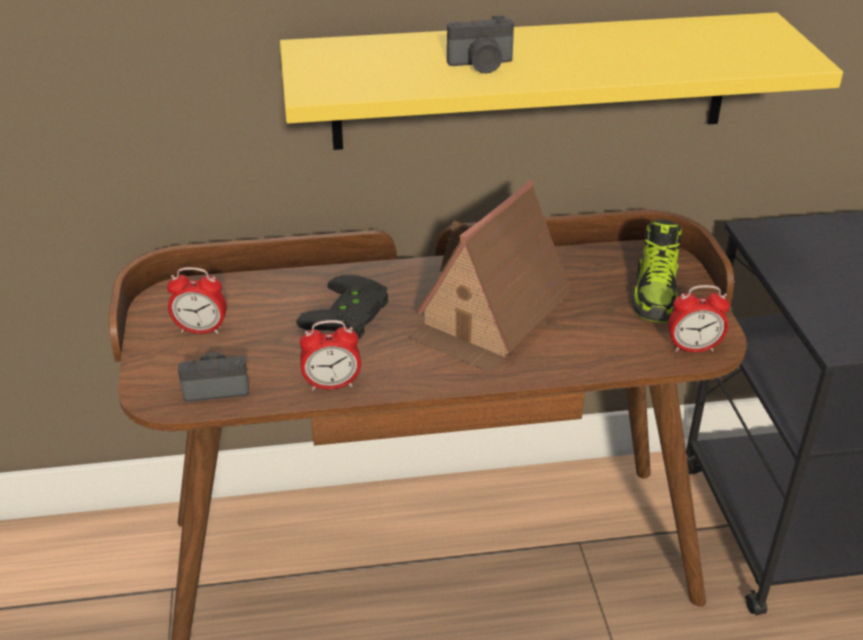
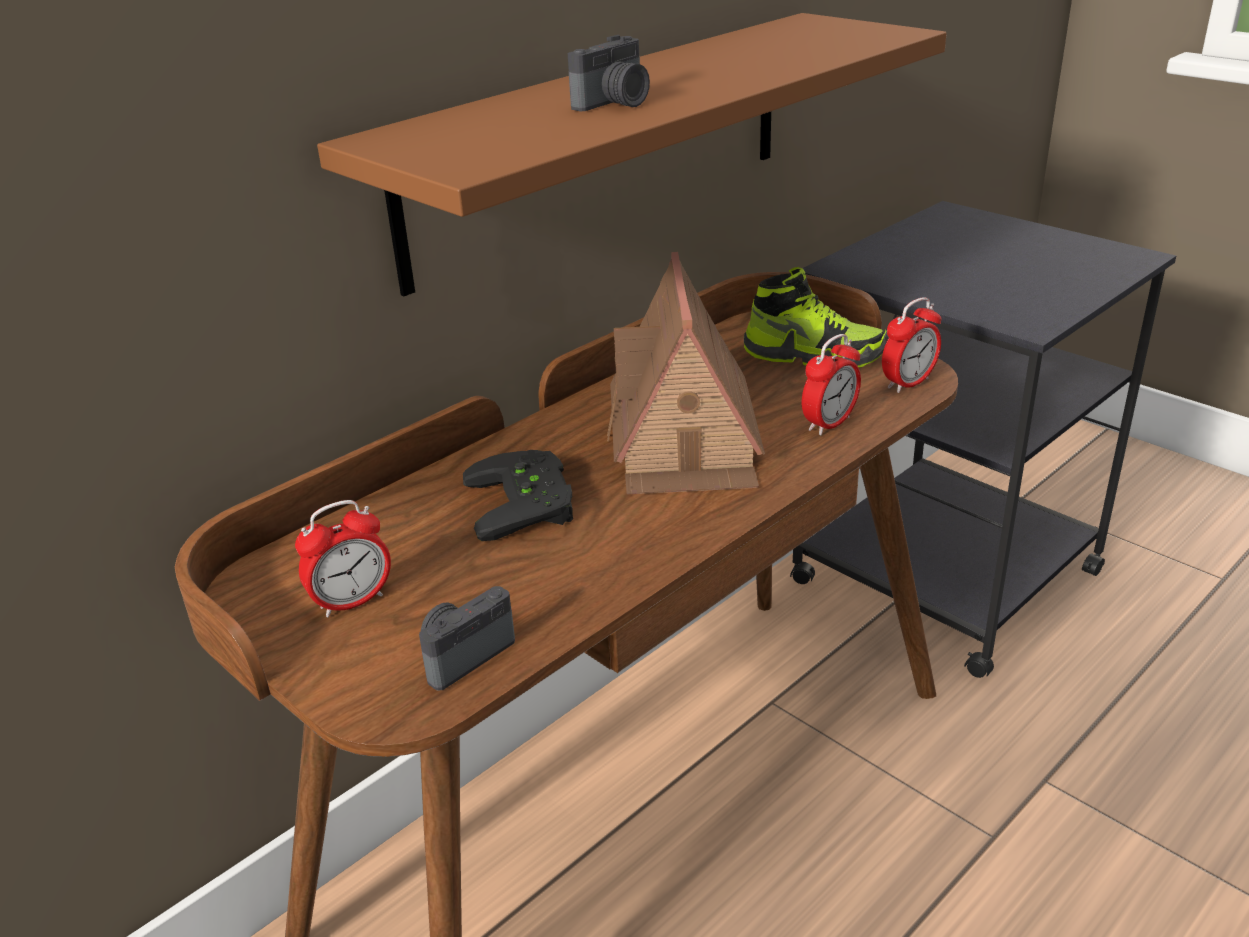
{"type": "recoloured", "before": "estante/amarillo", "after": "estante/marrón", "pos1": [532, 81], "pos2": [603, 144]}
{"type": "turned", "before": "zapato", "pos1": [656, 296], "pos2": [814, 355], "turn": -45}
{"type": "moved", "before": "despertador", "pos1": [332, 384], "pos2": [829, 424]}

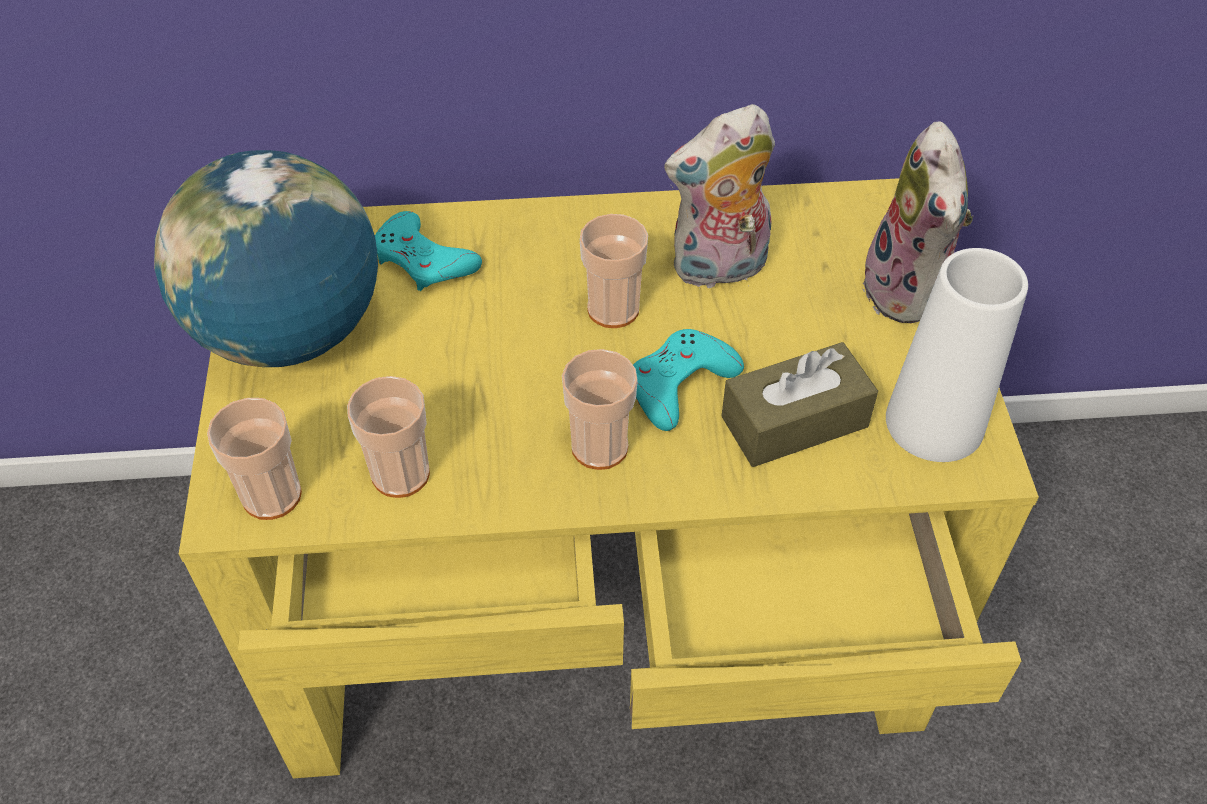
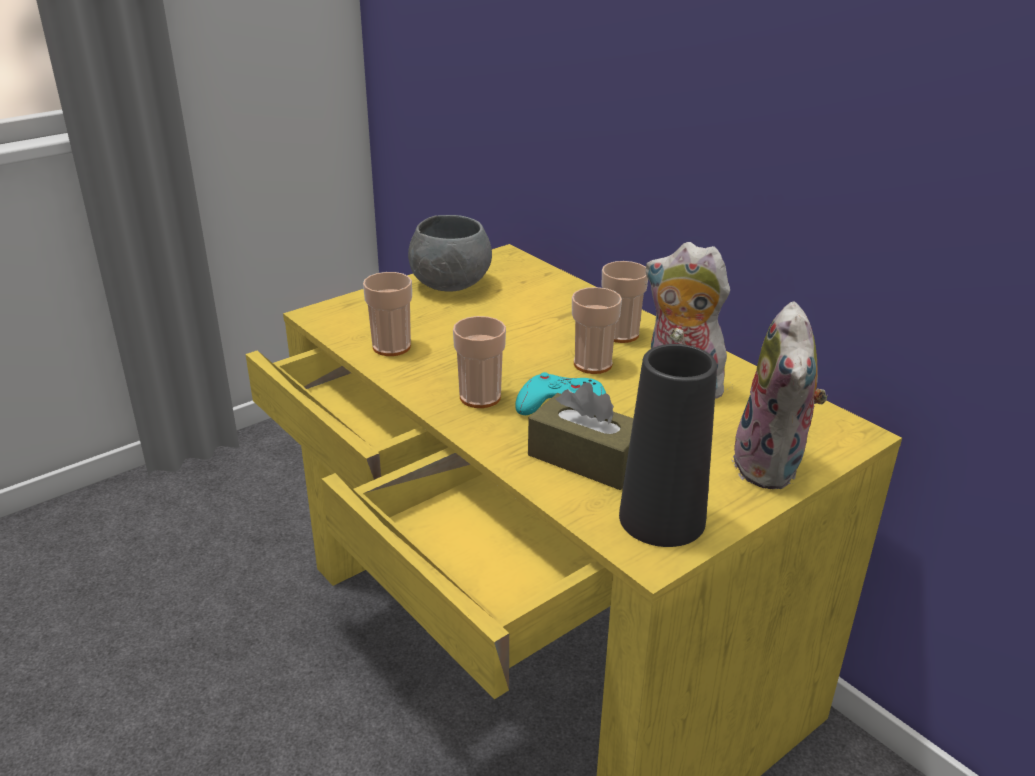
{"type": "turned", "before": "peluche", "pos1": [908, 292], "pos2": [772, 467], "turn": -45}
{"type": "replaced", "before": "globo terráqueo", "after": "cuenco/gris", "pos1": [289, 332], "pos2": [450, 285]}
{"type": "removed", "before": "mando de consola/turquesa", "pos1": [423, 260]}
{"type": "recoloured", "before": "florero/blanco", "after": "florero/negro", "pos1": [934, 422], "pos2": [662, 519]}
{"type": "moved", "before": "taza", "pos1": [272, 495], "pos2": [620, 334]}

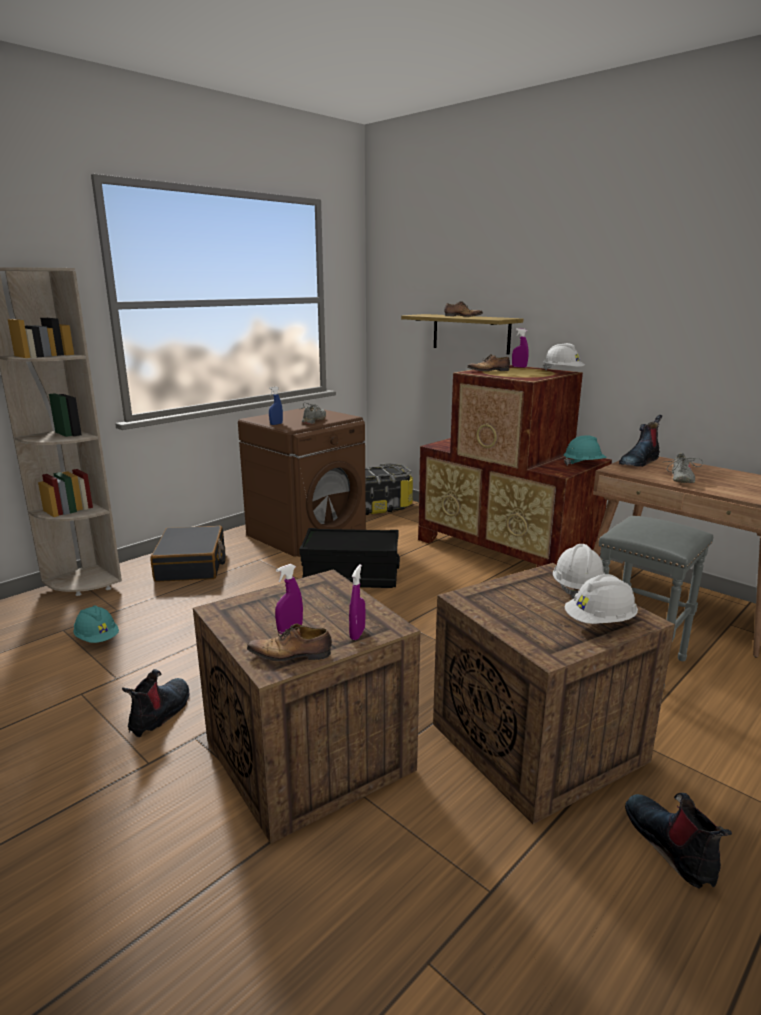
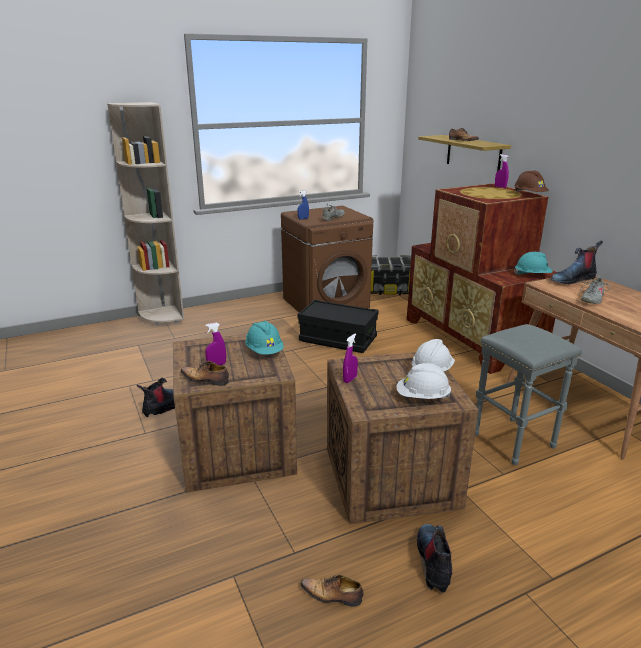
{"type": "recoloured", "before": "casco/blanco", "after": "casco/marrón", "pos1": [562, 372], "pos2": [529, 195]}
{"type": "moved", "before": "zapato", "pos1": [489, 371], "pos2": [332, 595]}
{"type": "removed", "before": "maleta/negro", "pos1": [191, 565]}
{"type": "moved", "before": "pulverizador/morado", "pos1": [357, 634], "pos2": [350, 379]}
{"type": "moved", "before": "casco/turquesa", "pos1": [97, 638], "pos2": [264, 351]}

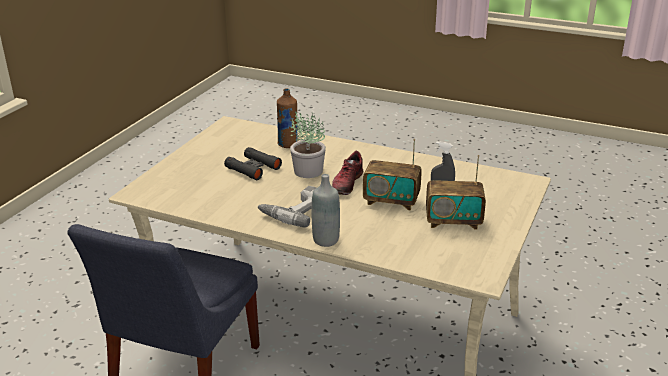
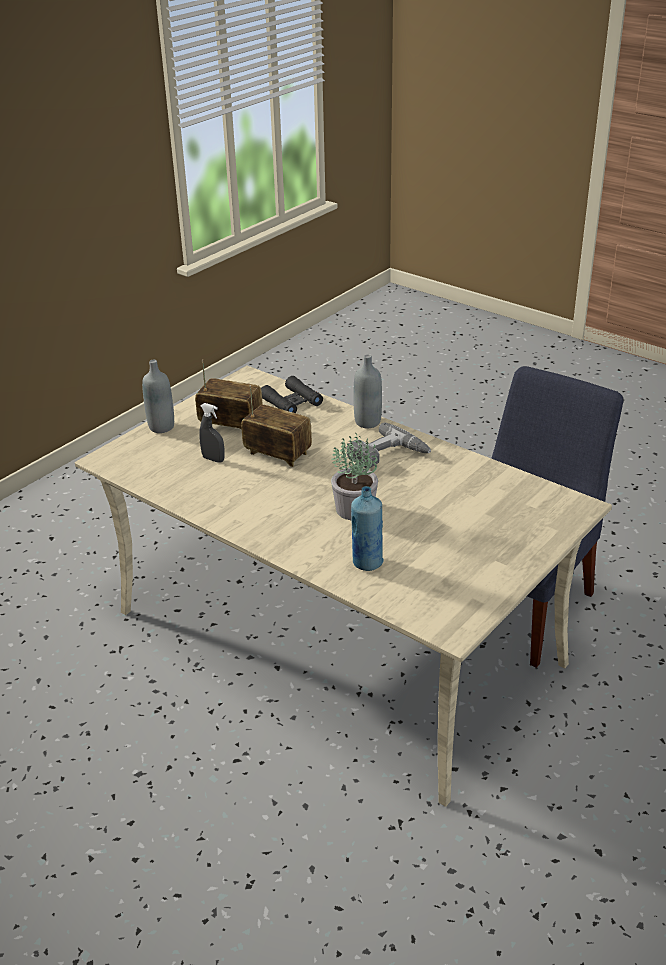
{"type": "recoloured", "before": "botella/marrón", "after": "botella/azul", "pos1": [288, 144], "pos2": [367, 562]}
{"type": "moved", "before": "prismáticos/negro", "pos1": [253, 168], "pos2": [291, 402]}
{"type": "removed", "before": "zapato", "pos1": [346, 183]}
{"type": "added", "after": "botella/gris", "pos2": [161, 427]}

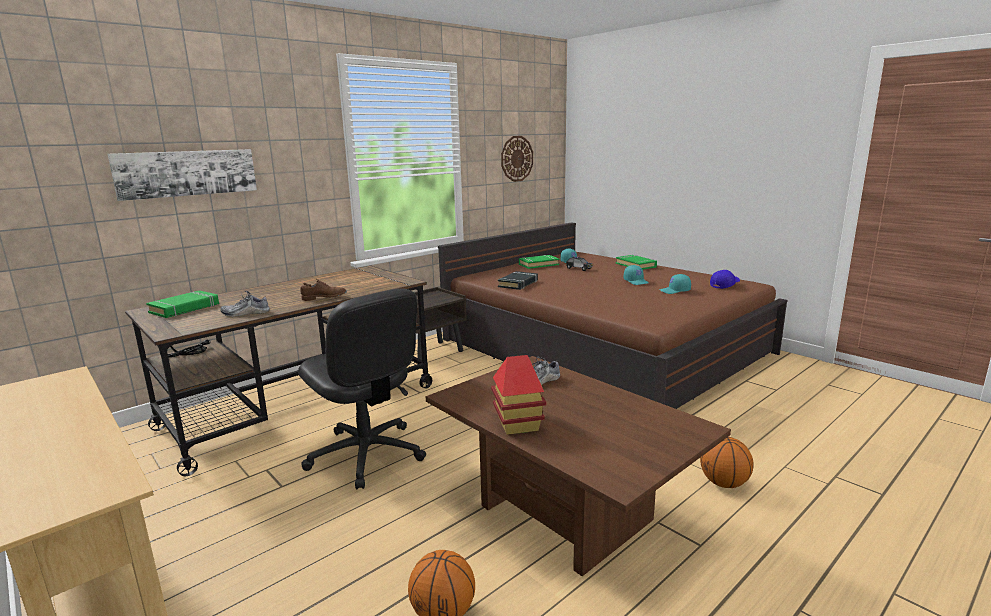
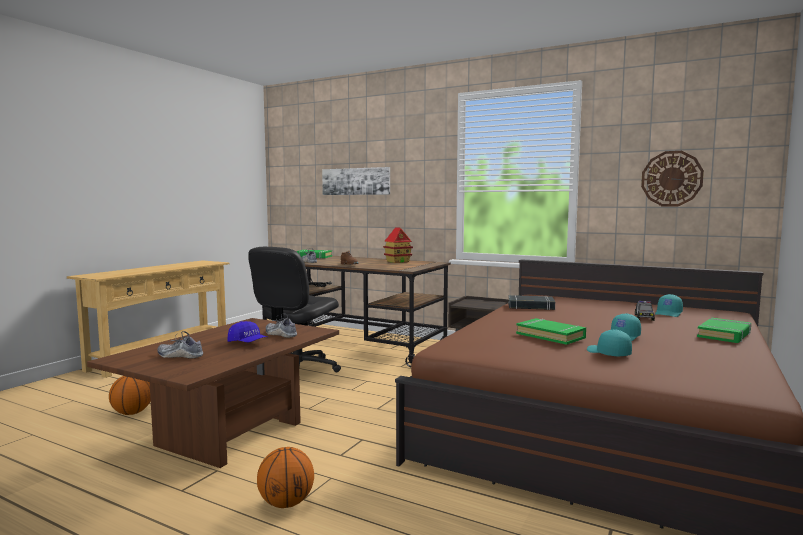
{"type": "moved", "before": "libro/verde", "pos1": [538, 264], "pos2": [550, 336]}
{"type": "moved", "before": "gorra/azul", "pos1": [724, 285], "pos2": [248, 343]}
{"type": "moved", "before": "casita", "pos1": [518, 424], "pos2": [398, 261]}
{"type": "added", "after": "zapato", "pos2": [180, 355]}

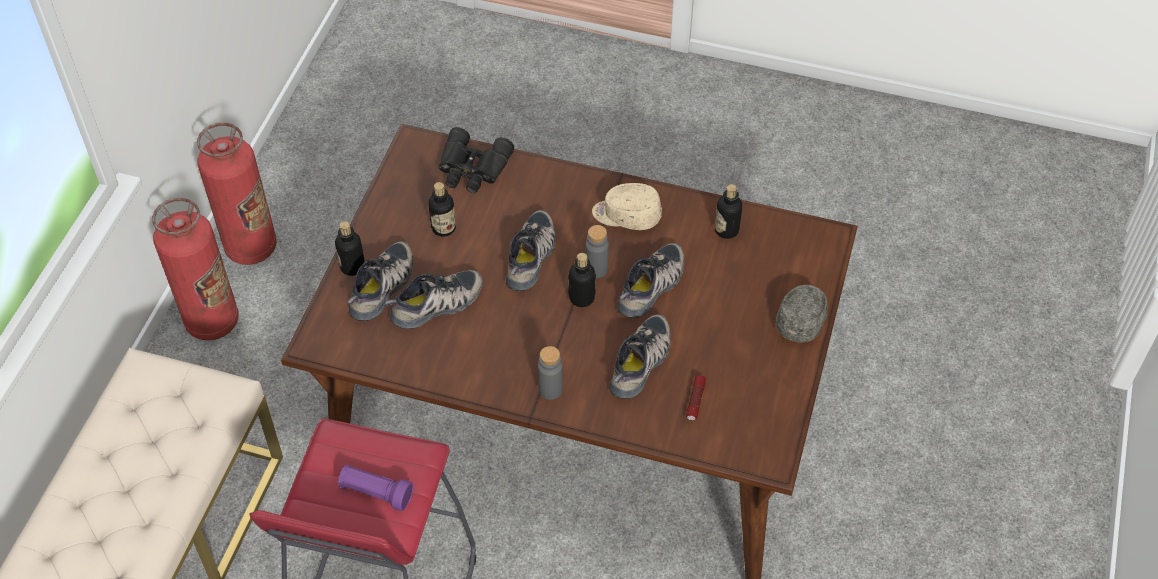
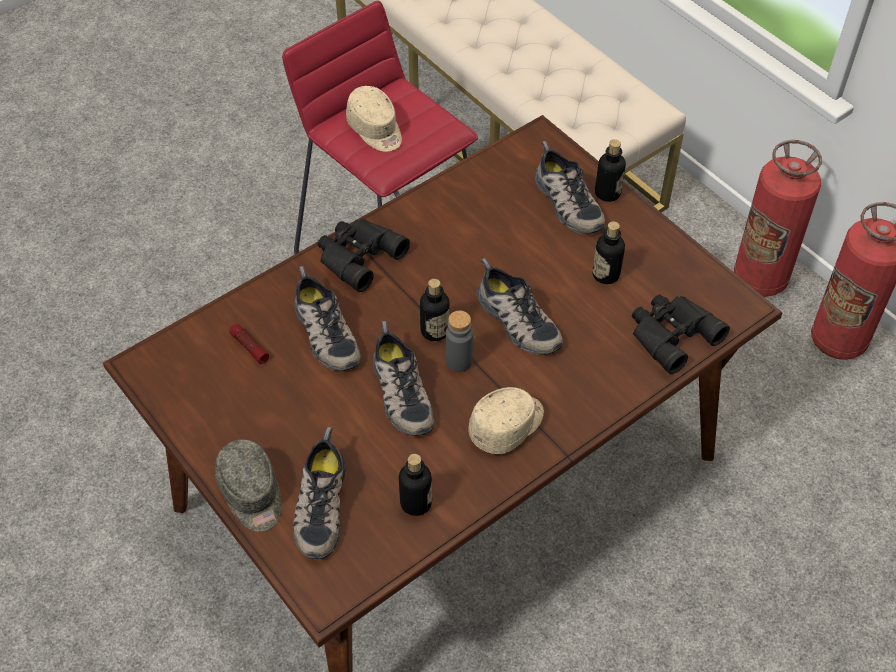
{"type": "moved", "before": "zapato", "pos1": [437, 305], "pos2": [319, 505]}
{"type": "replaced", "before": "botella/gris", "after": "prismáticos/negro", "pos1": [550, 389], "pos2": [357, 256]}
{"type": "replaced", "before": "linterna/morado", "after": "gorra/beis", "pos1": [375, 493], "pos2": [375, 130]}

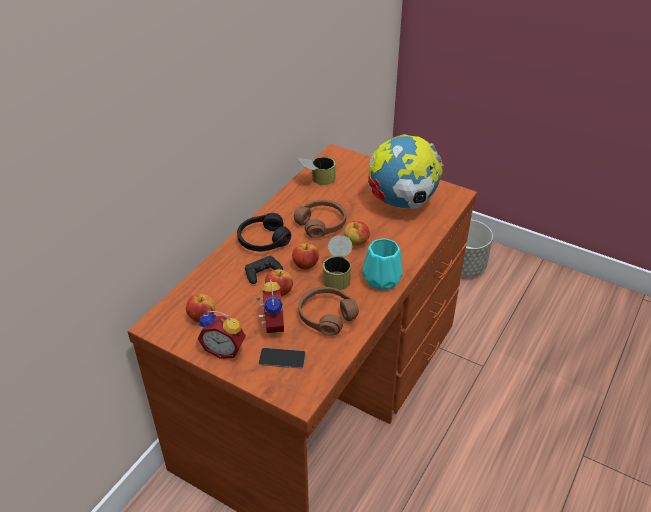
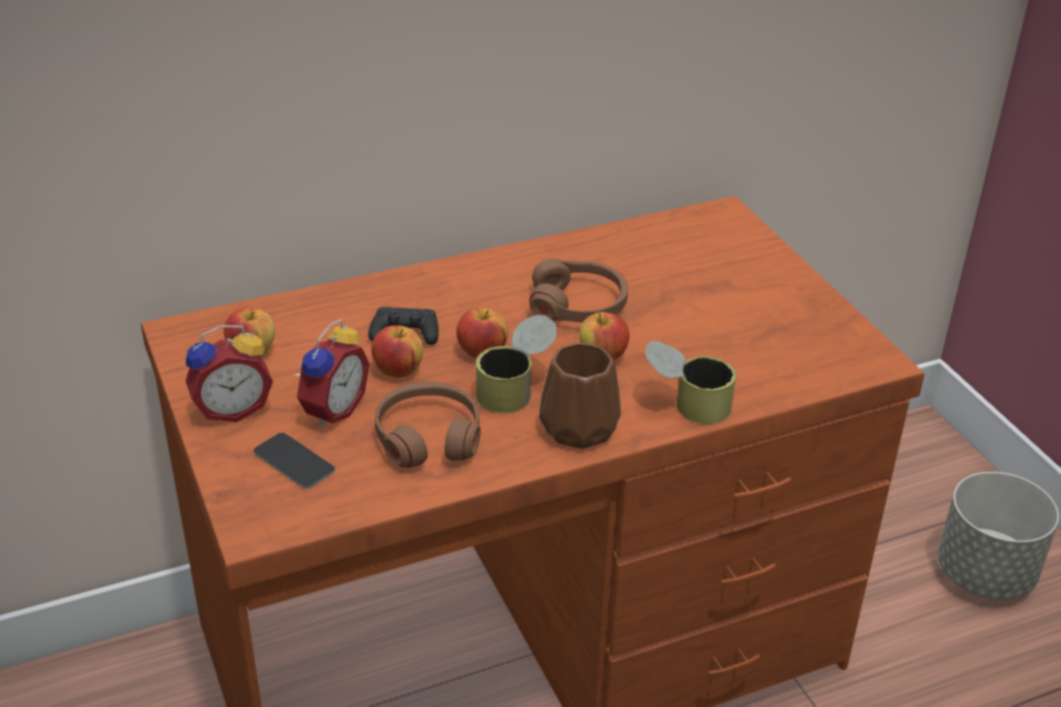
{"type": "removed", "before": "globo terráqueo", "pos1": [402, 202]}
{"type": "moved", "before": "lata", "pos1": [317, 180], "pos2": [686, 404]}
{"type": "removed", "before": "auriculares/negro", "pos1": [263, 240]}
{"type": "recoloured", "before": "florero/turquesa", "after": "florero/marrón", "pos1": [381, 279], "pos2": [580, 427]}
{"type": "turned", "before": "despertador", "pos1": [225, 349], "pos2": [232, 409], "turn": -75}

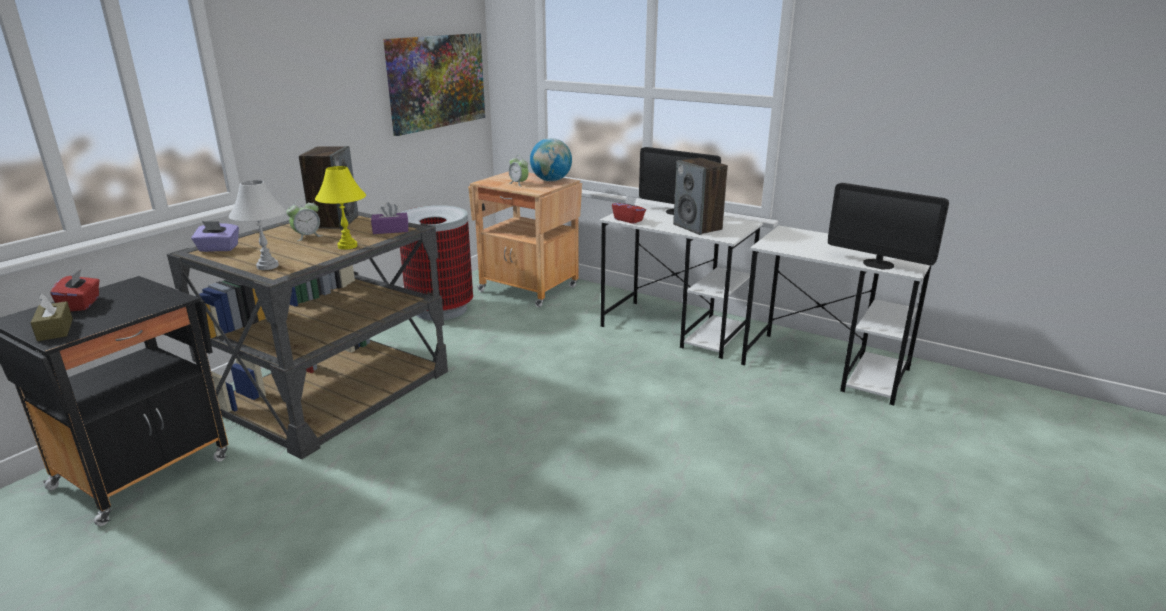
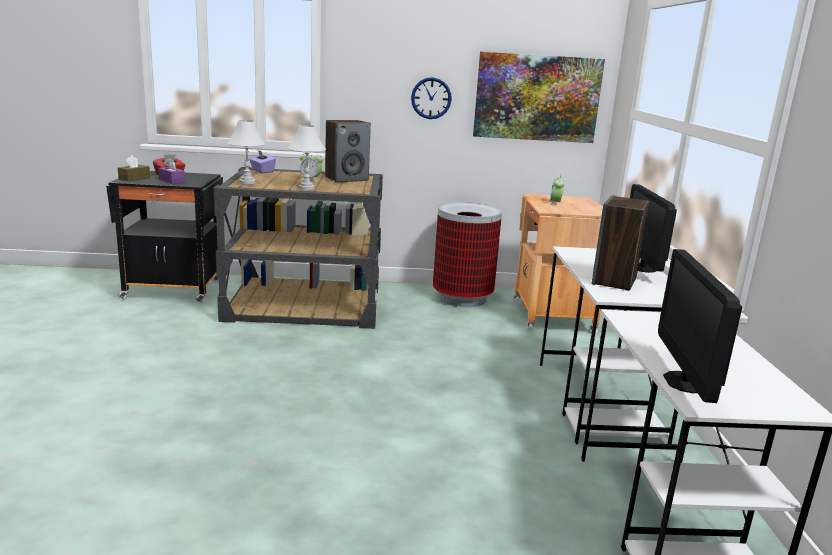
{"type": "removed", "before": "globo terráqueo", "pos1": [551, 180]}
{"type": "recoloured", "before": "lámpara de mesa/amarillo", "after": "lámpara de mesa/blanco", "pos1": [347, 246], "pos2": [306, 188]}
{"type": "removed", "before": "caja de pañuelos/rojo", "pos1": [628, 220]}
{"type": "moved", "before": "caja de pañuelos/morado", "pos1": [390, 230], "pos2": [172, 181]}
{"type": "added", "after": "reloj de pared", "pos2": [431, 98]}

